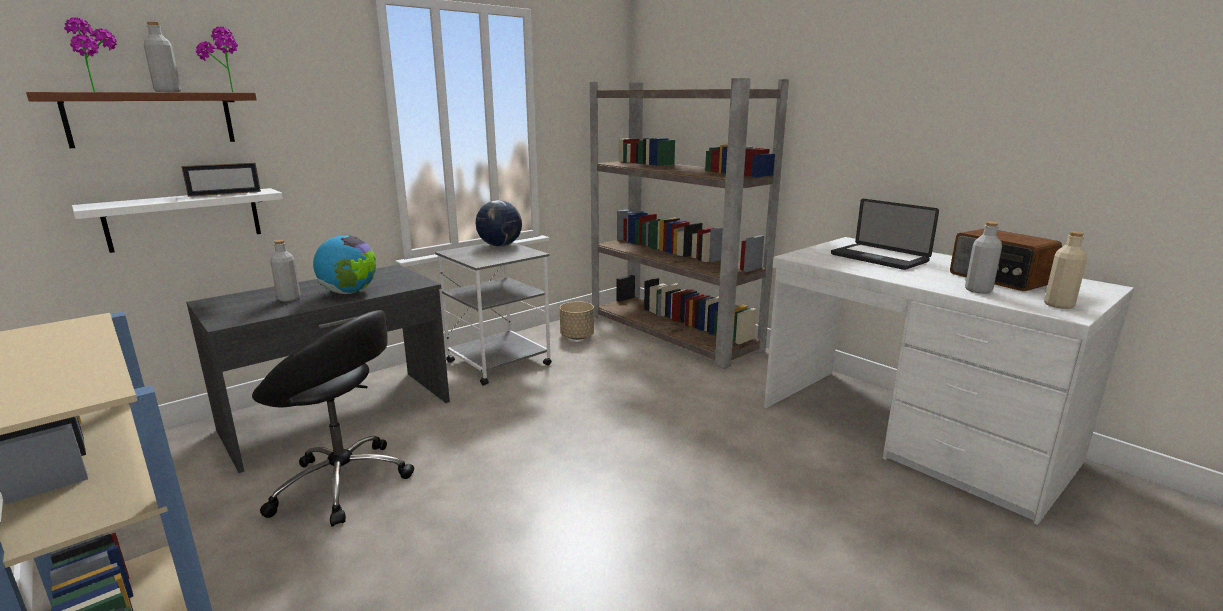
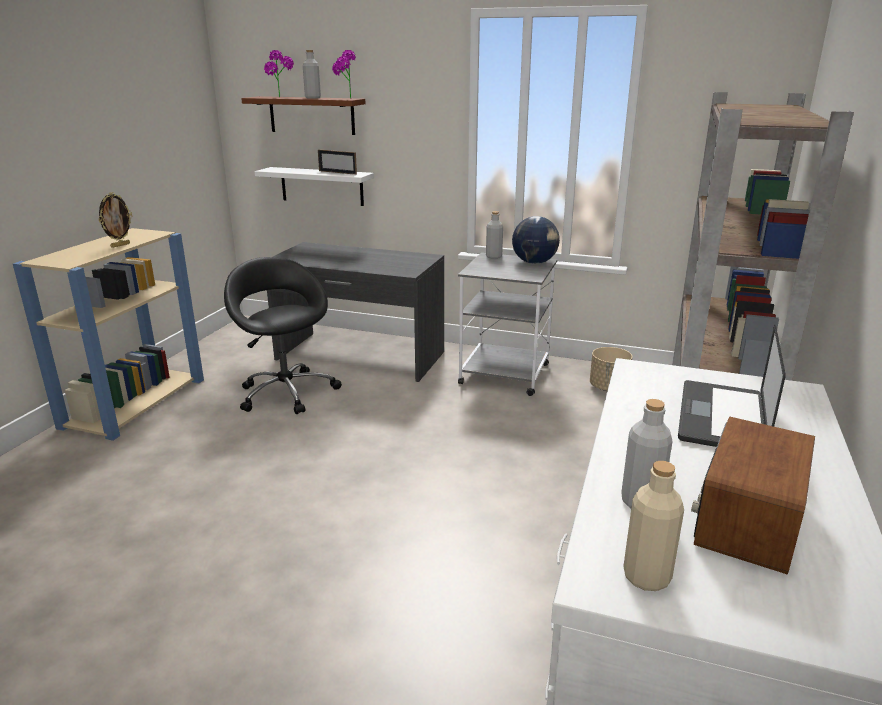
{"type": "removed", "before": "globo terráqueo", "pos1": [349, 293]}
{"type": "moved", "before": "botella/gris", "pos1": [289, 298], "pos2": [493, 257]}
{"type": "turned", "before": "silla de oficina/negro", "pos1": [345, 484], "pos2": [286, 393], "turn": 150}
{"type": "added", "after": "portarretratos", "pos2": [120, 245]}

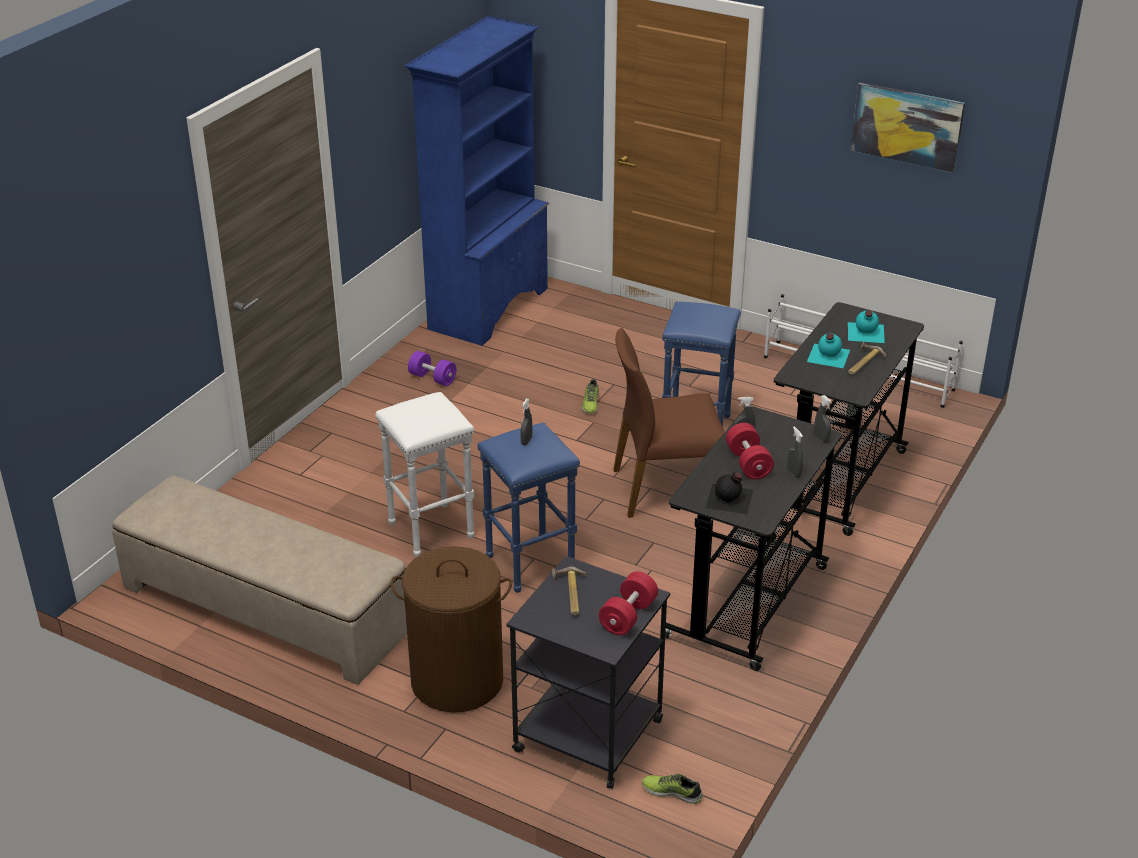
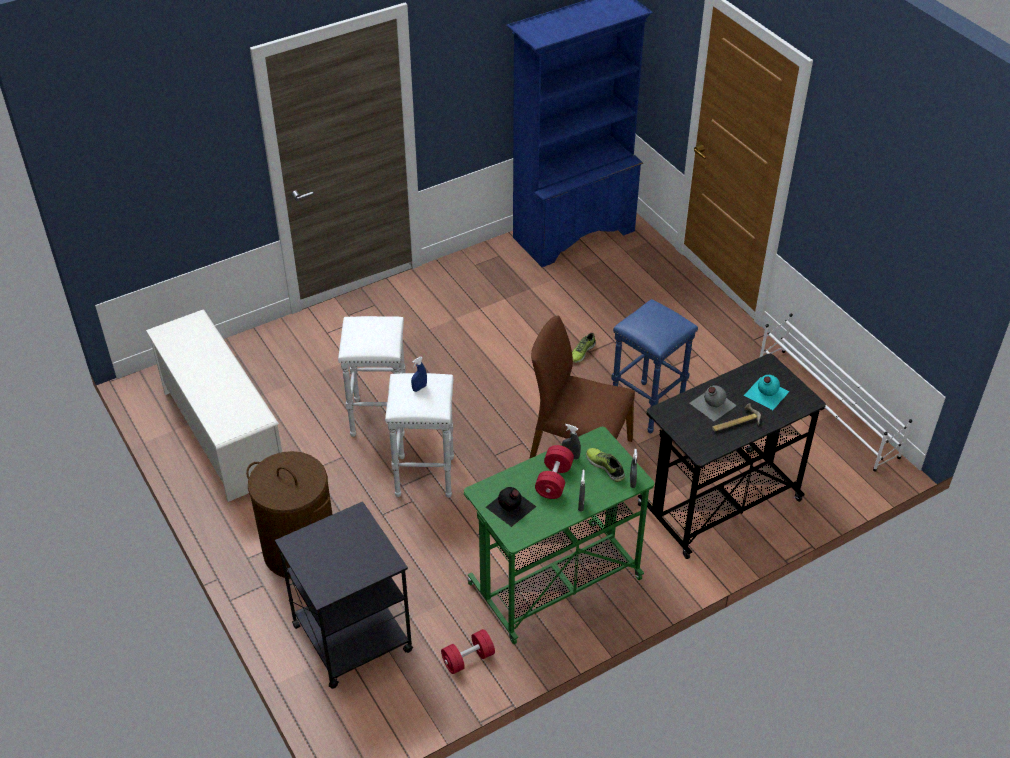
{"type": "removed", "before": "cuadro", "pos1": [907, 126]}
{"type": "recoloured", "before": "botella/turquesa", "after": "botella/gris", "pos1": [827, 356], "pos2": [712, 404]}
{"type": "removed", "before": "mancuerna/morado", "pos1": [432, 378]}
{"type": "recoloured", "before": "pulverizador/gris", "after": "pulverizador/azul", "pos1": [526, 441], "pos2": [419, 388]}
{"type": "recoloured", "before": "escritorio/negro", "after": "escritorio/verde", "pos1": [747, 603], "pos2": [555, 582]}
{"type": "recoloured", "before": "taburete/azul", "after": "taburete/blanco", "pos1": [530, 562], "pos2": [426, 475]}
{"type": "replaced", "before": "banco/beis", "after": "zapatero/blanco", "pos1": [263, 608], "pos2": [222, 433]}
{"type": "removed", "before": "martillo", "pos1": [569, 594]}
{"type": "moved", "before": "mancuerna/rojo", "pos1": [628, 616], "pos2": [468, 659]}
{"type": "moved", "before": "zapato", "pos1": [672, 792], "pos2": [606, 466]}

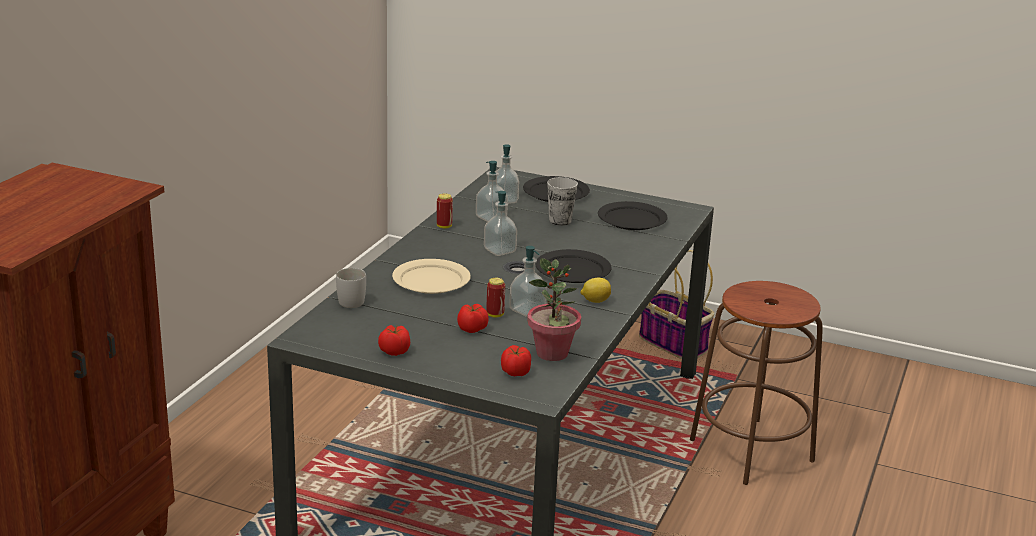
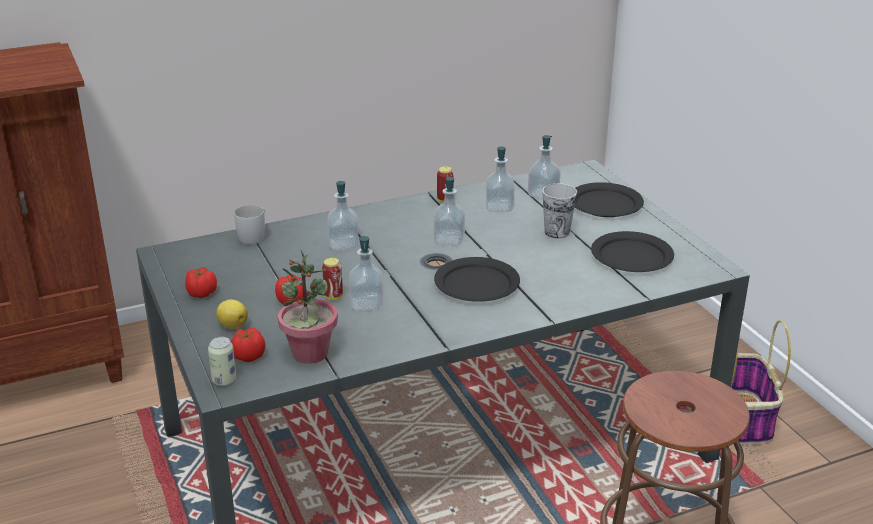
{"type": "replaced", "before": "plato/beis", "after": "dispensador de jabón", "pos1": [431, 280], "pos2": [343, 244]}
{"type": "moved", "before": "limón", "pos1": [595, 301], "pos2": [232, 325]}
{"type": "added", "after": "lata", "pos2": [224, 380]}

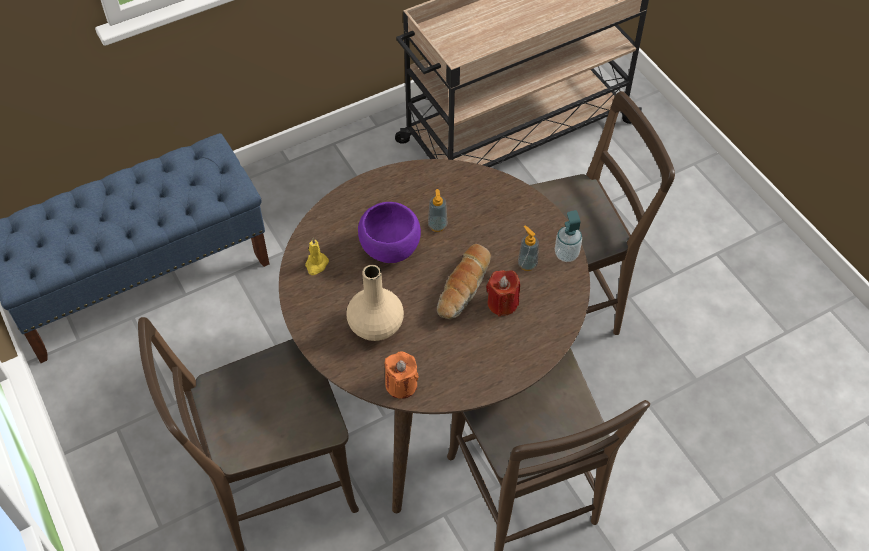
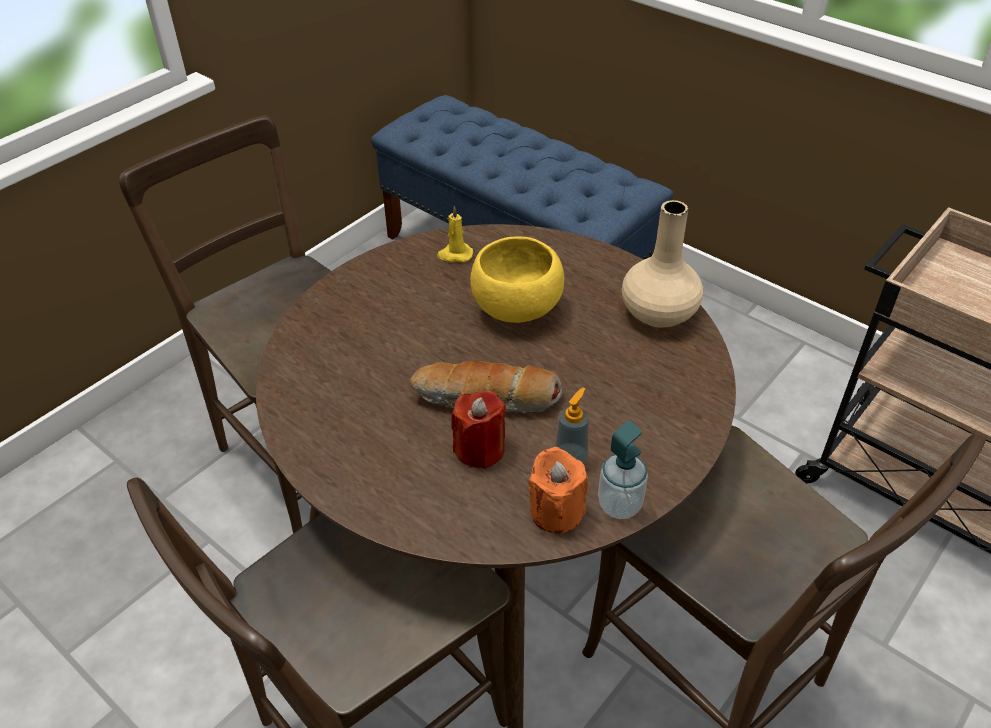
{"type": "removed", "before": "dispensador de jabón", "pos1": [437, 225]}
{"type": "recoloured", "before": "cuenco/morado", "after": "cuenco/amarillo", "pos1": [389, 248], "pos2": [516, 308]}
{"type": "moved", "before": "florero/beis", "pos1": [375, 325], "pos2": [658, 313]}
{"type": "moved", "before": "vela/naranja", "pos1": [401, 385], "pos2": [556, 511]}

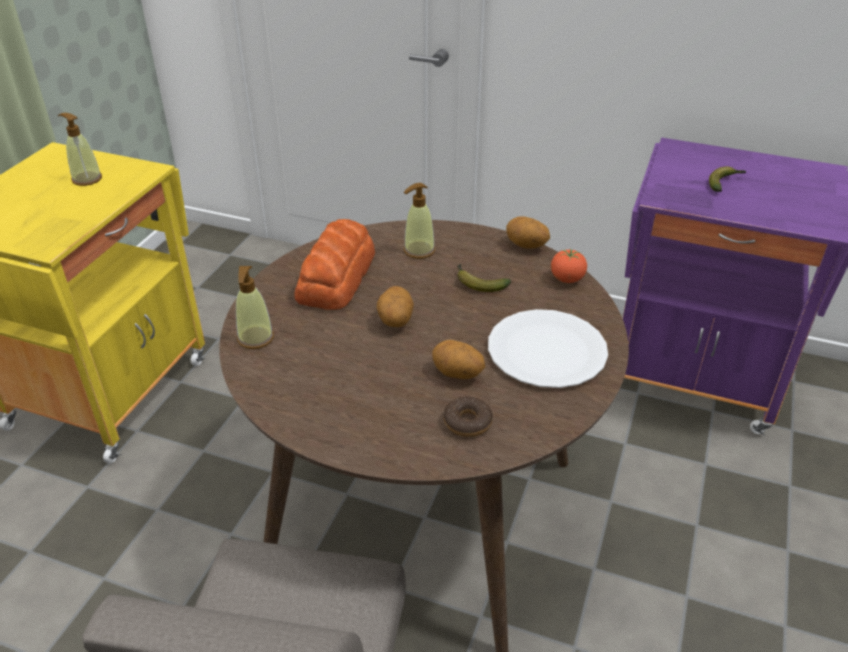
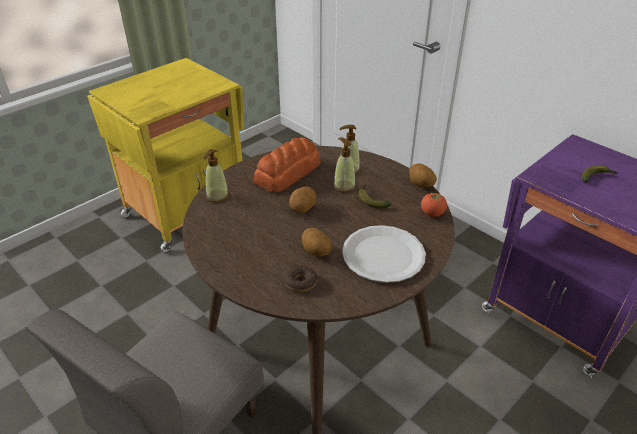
{"type": "moved", "before": "dispensador de jabón", "pos1": [87, 179], "pos2": [344, 186]}

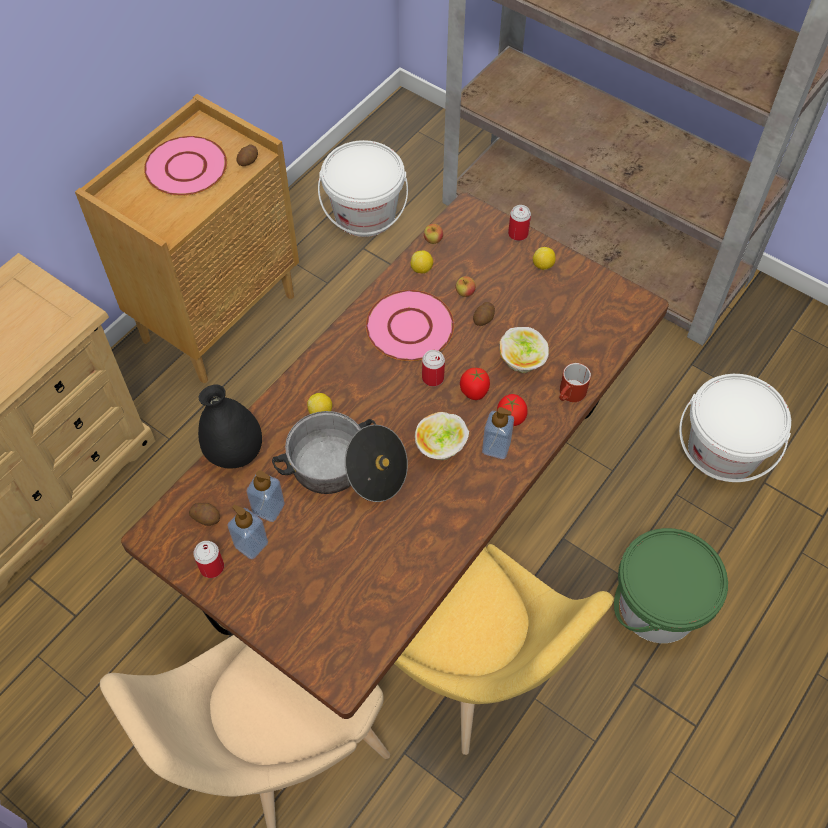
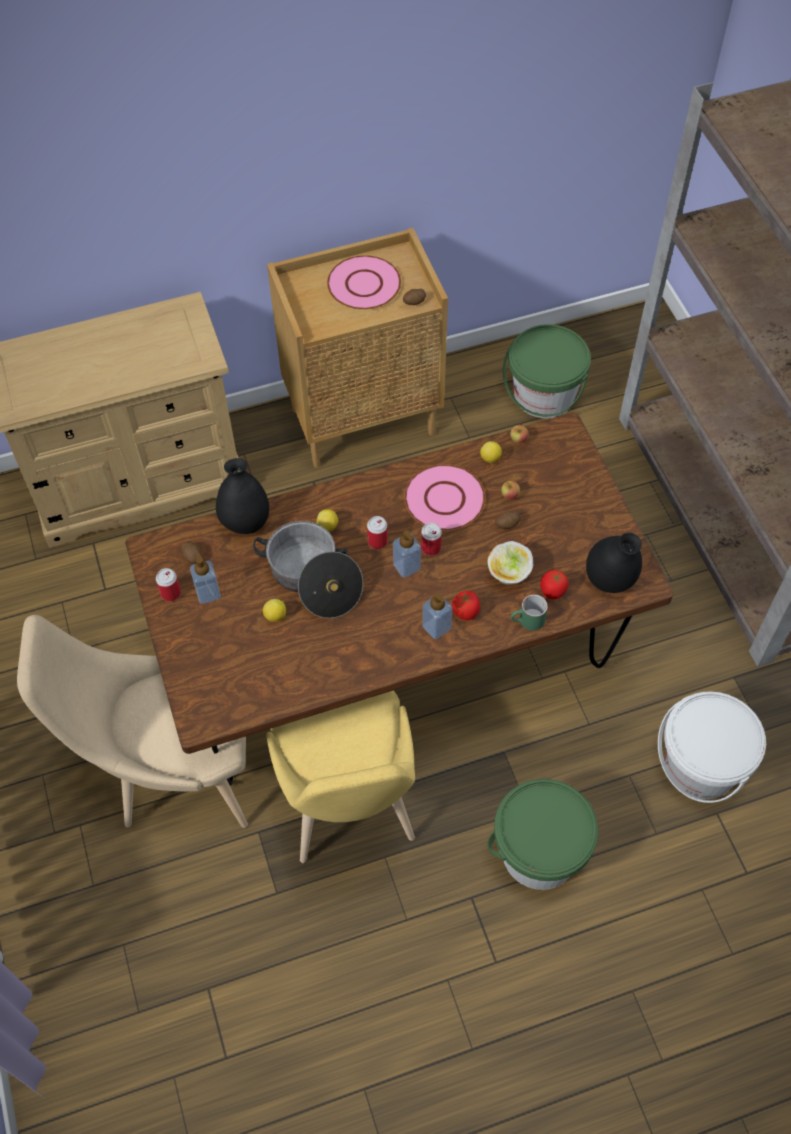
{"type": "recoloured", "before": "cubo/blanco", "after": "cubo/verde", "pos1": [365, 214], "pos2": [544, 395]}
{"type": "moved", "before": "lata", "pos1": [518, 234], "pos2": [377, 541]}
{"type": "moved", "before": "limón", "pos1": [543, 266], "pos2": [275, 616]}
{"type": "recoloured", "before": "taza grande/rojo", "after": "taza grande/verde", "pos1": [570, 395], "pos2": [527, 622]}
{"type": "moved", "before": "tomate", "pos1": [474, 392], "pos2": [552, 591]}
{"type": "removed", "before": "cuenco", "pos1": [441, 450]}
{"type": "moved", "before": "dispensador de jabón", "pos1": [268, 508], "pos2": [406, 566]}
{"type": "added", "after": "florero/negro", "pos2": [609, 580]}

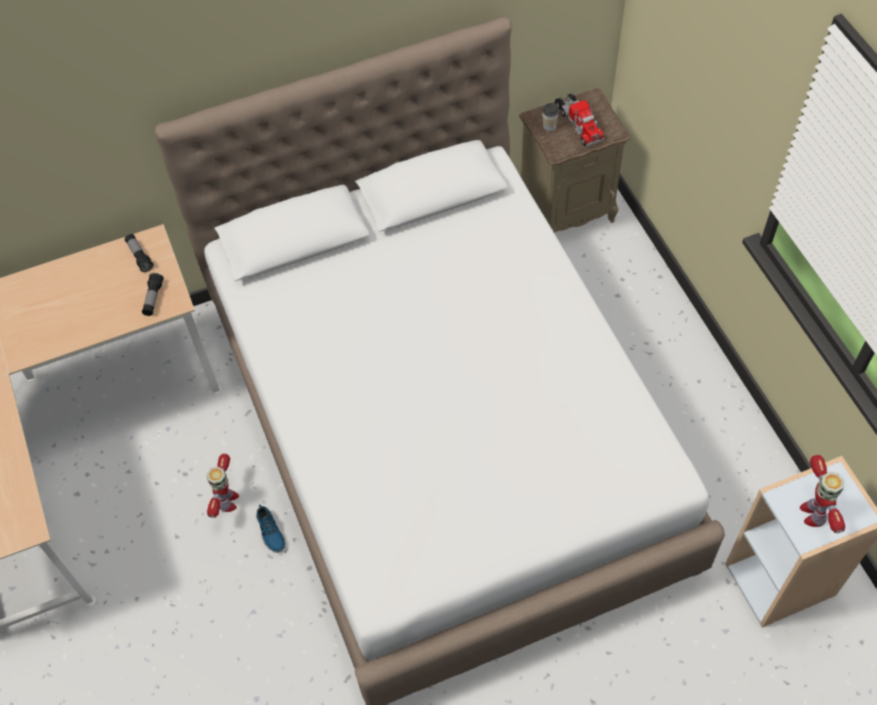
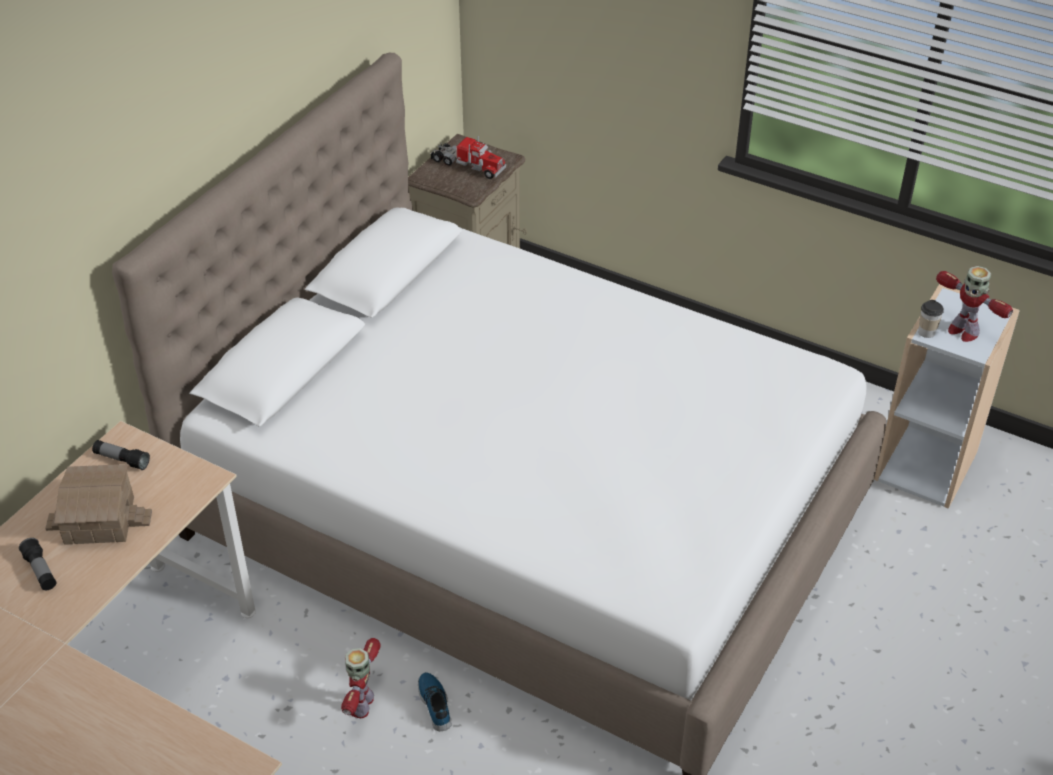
{"type": "moved", "before": "taza", "pos1": [549, 126], "pos2": [926, 332]}
{"type": "moved", "before": "linterna", "pos1": [153, 298], "pos2": [40, 571]}
{"type": "turned", "before": "robot de juguete", "pos1": [227, 501], "pos2": [362, 704], "turn": -135}
{"type": "turned", "before": "zapato", "pos1": [270, 532], "pos2": [436, 704], "turn": -135}
{"type": "added", "after": "casita", "pos2": [99, 519]}

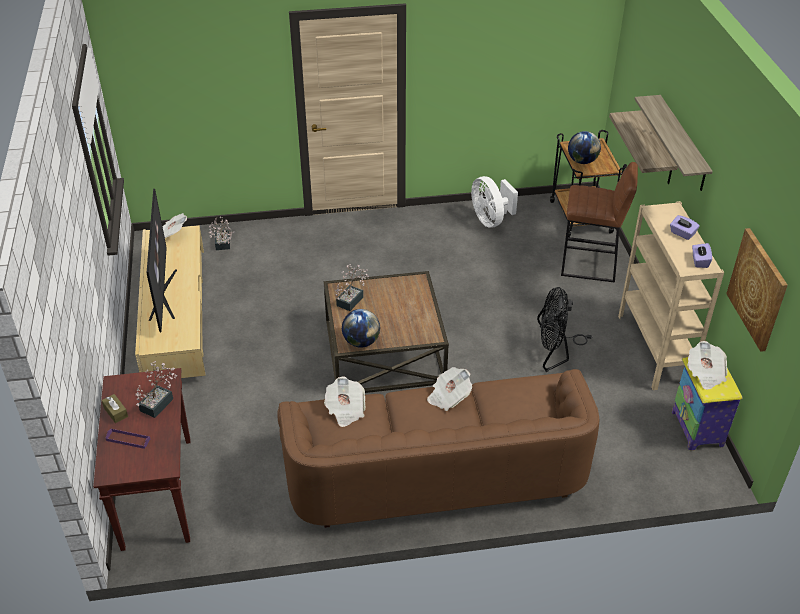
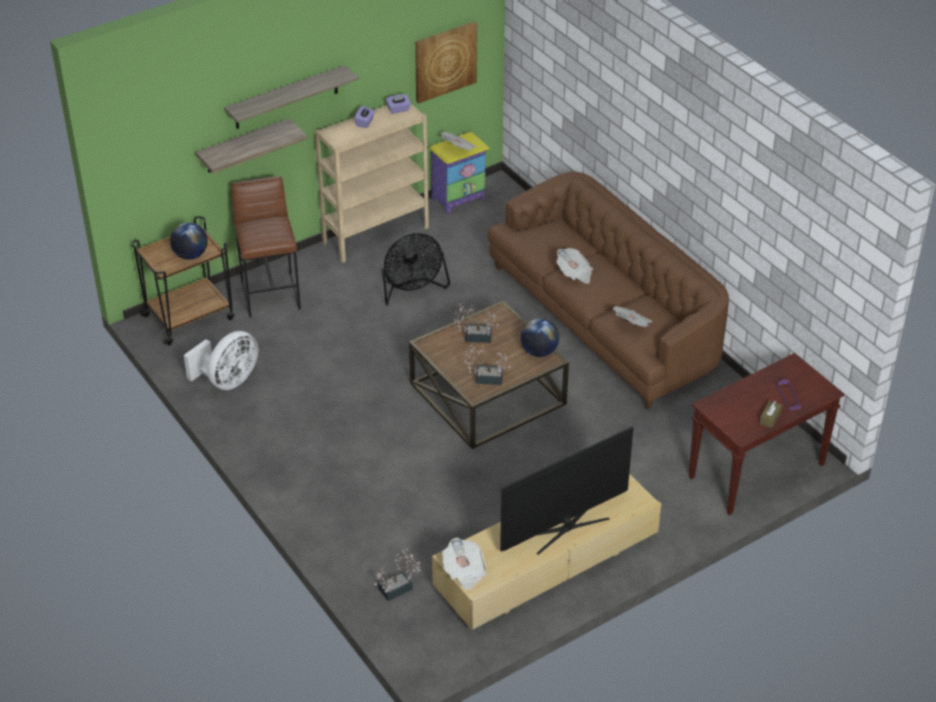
{"type": "moved", "before": "planta en maceta", "pos1": [159, 402], "pos2": [474, 336]}

